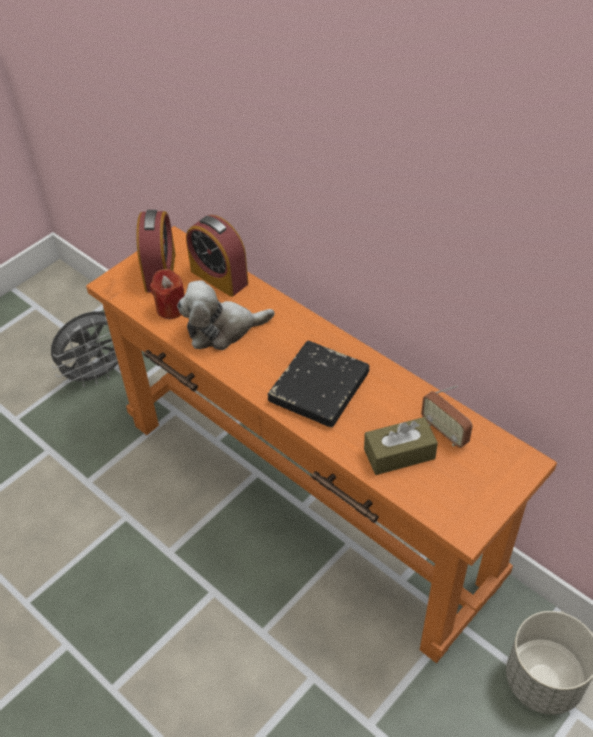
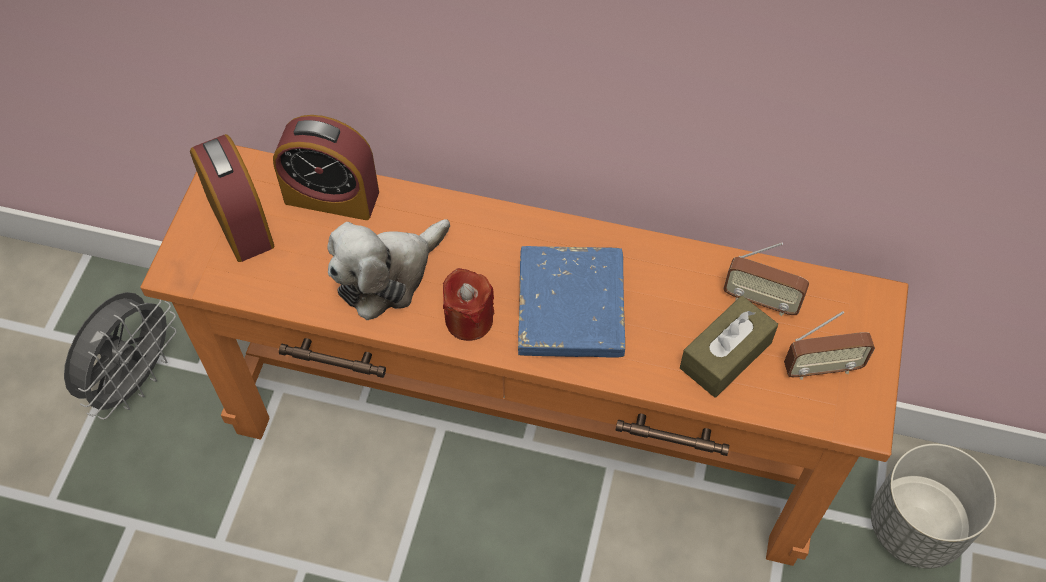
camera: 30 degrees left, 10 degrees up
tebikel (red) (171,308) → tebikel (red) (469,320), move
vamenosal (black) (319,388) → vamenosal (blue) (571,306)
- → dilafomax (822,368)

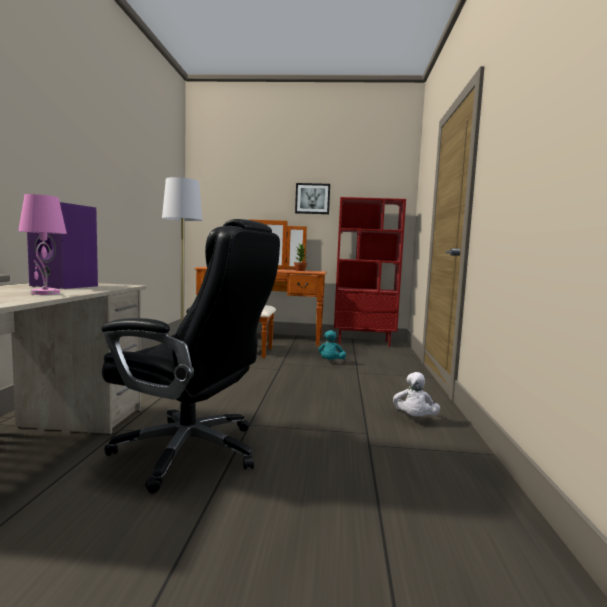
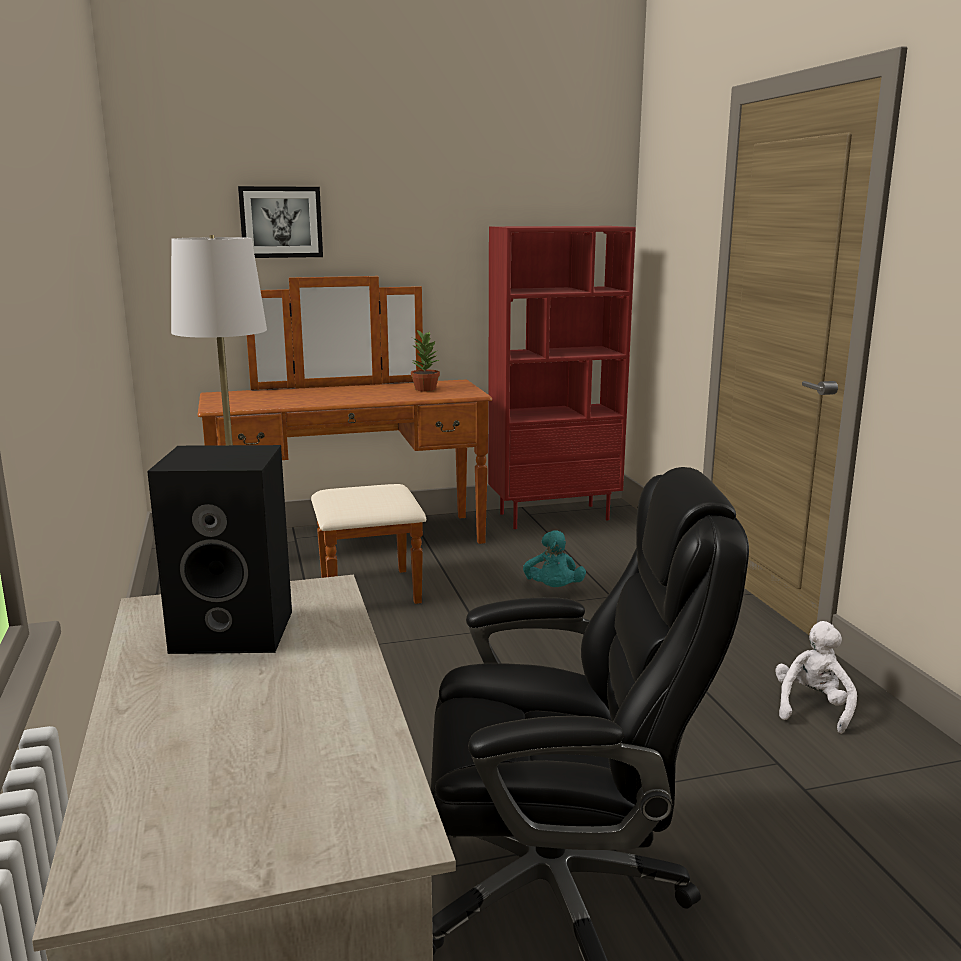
camera: 20 degrees left, 10 degrees up
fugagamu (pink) (45,293) → -
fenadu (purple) (66,286) → fenadu (black) (236,630)
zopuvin (312,198) → zopuvin (281,222), move
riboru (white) (414,419) → riboru (white) (812,708), 150 degrees counterclockwise

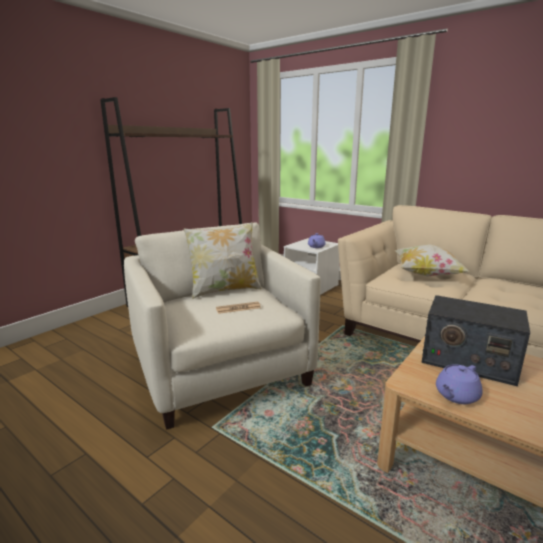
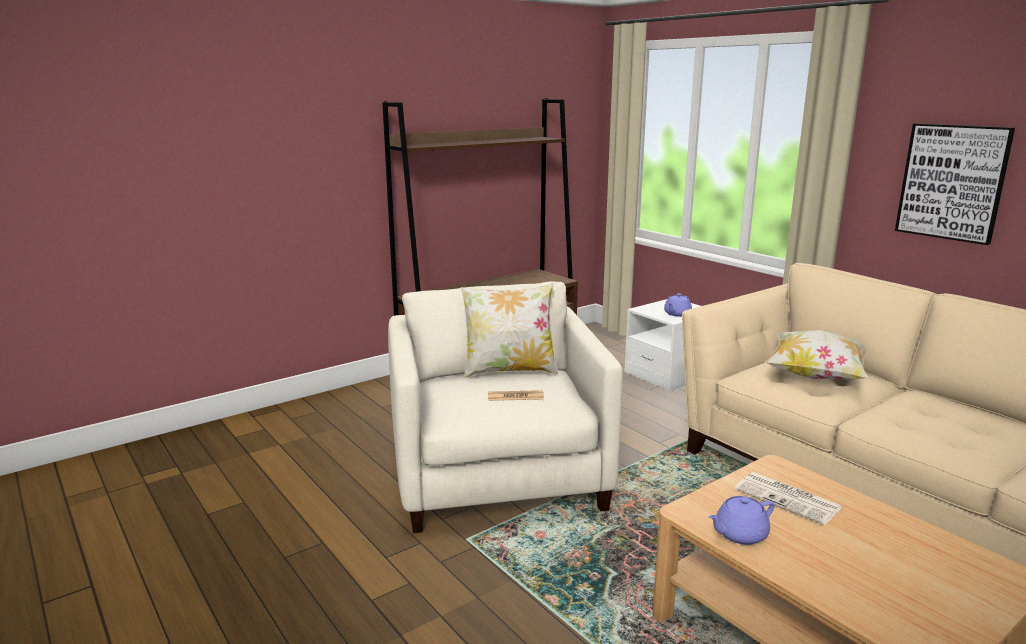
camera: 15 degrees right, 0 degrees up
dilafomax (468,360) → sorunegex (789,499)
- → zopuvin (952,182)

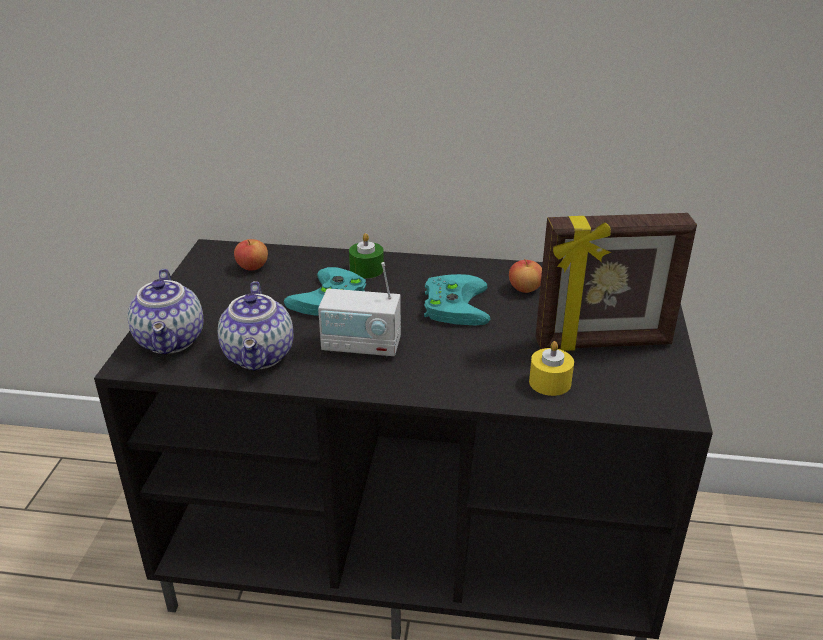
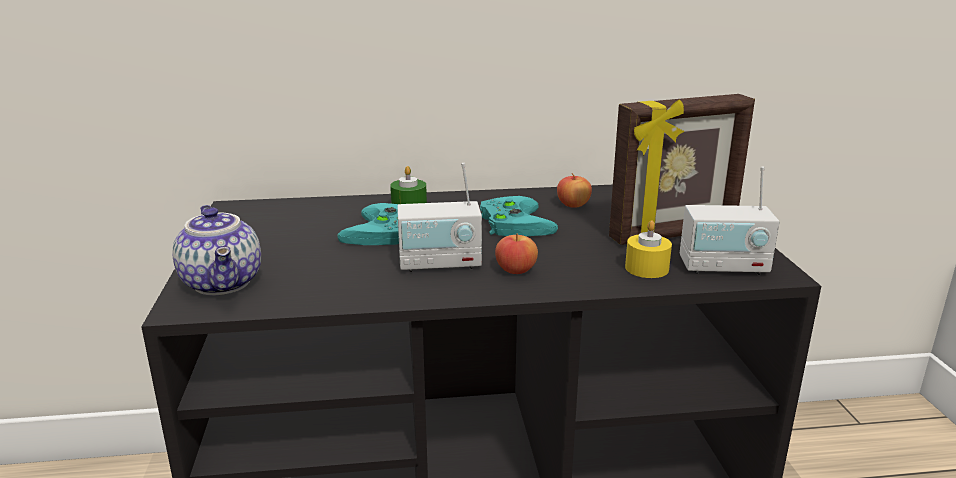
camera: 15 degrees left, 10 degrees down
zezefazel (260,356) → -
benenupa (252,267) → benenupa (516,270), move
- → dilafomax (723,267)

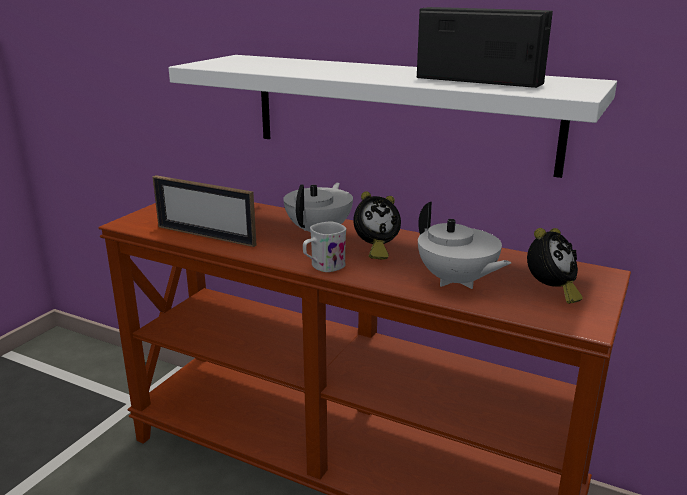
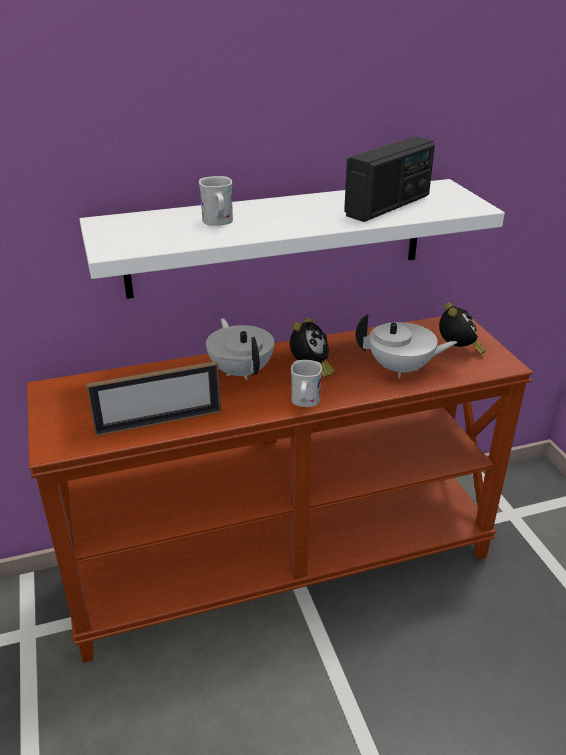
camera: 45 degrees left, 10 degrees up
dilafomax (478,80) → dilafomax (388,206), 150 degrees clockwise
- → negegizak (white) (218,222)

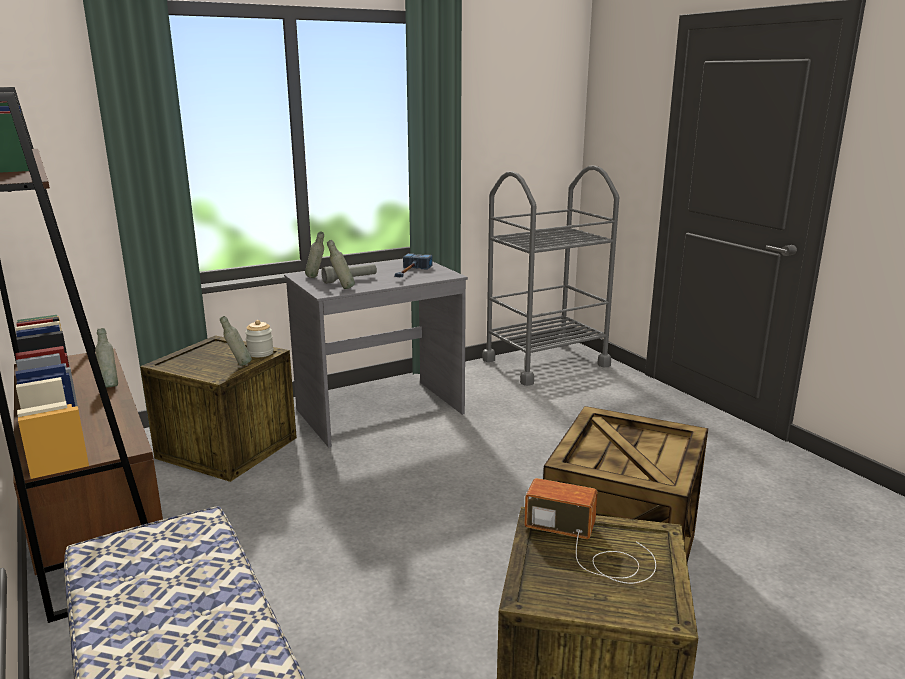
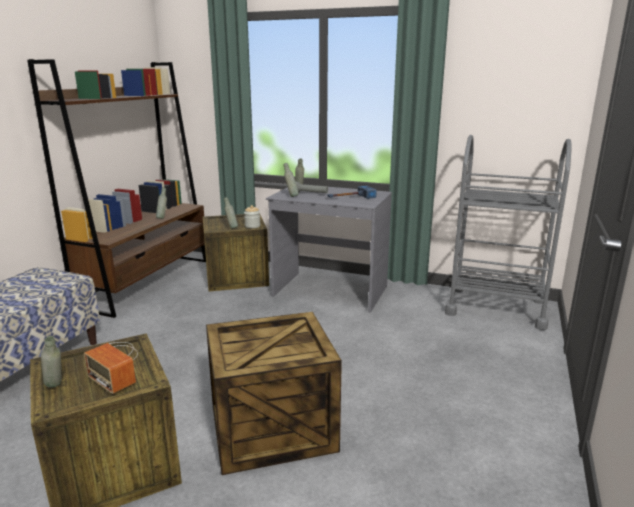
camera: 50 degrees right, 0 degrees up
dilafomax (590,546) → dilafomax (115,364), 150 degrees clockwise
- → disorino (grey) (56,388)

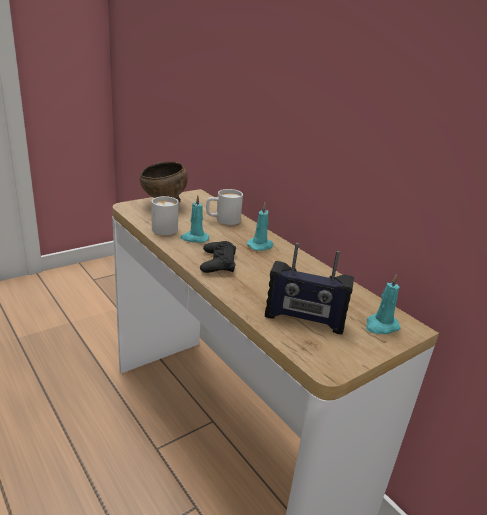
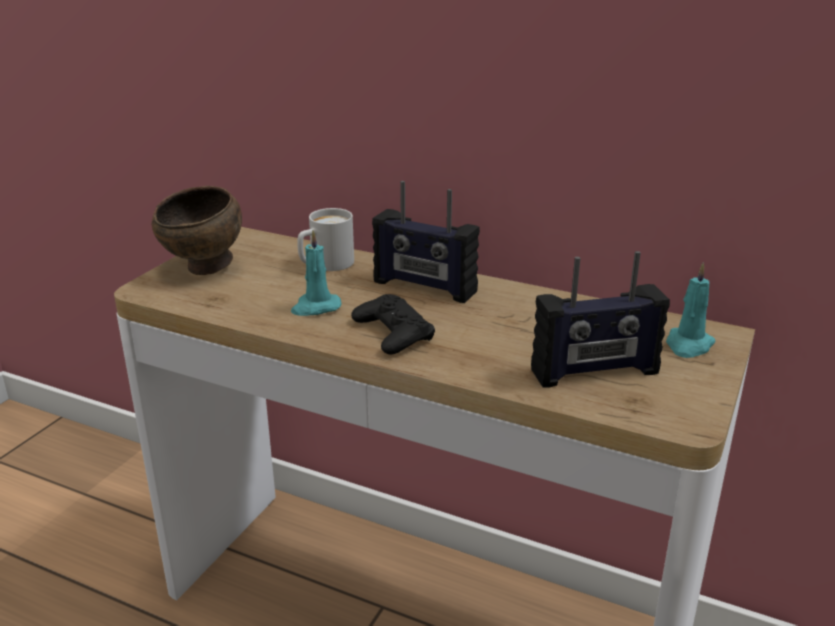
camera: 25 degrees left, 0 degrees up
negegizak (white) (162,227) → -
tebikel (turquoise) (260,246) → dilafomax (424,287)

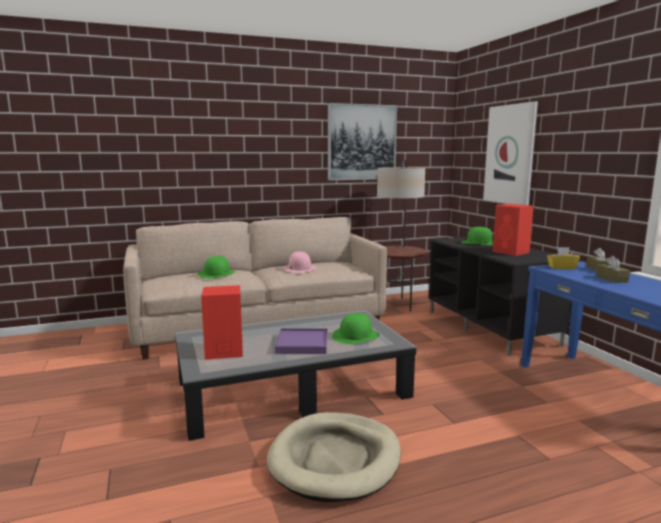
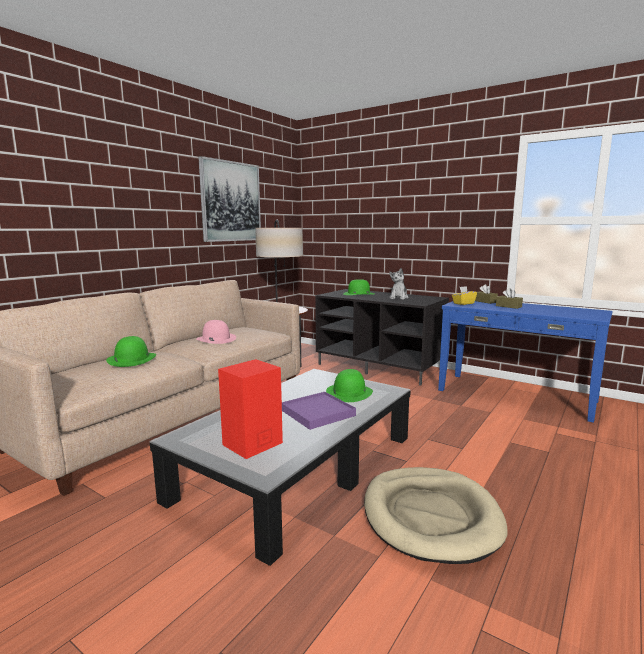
camera: 35 degrees left, 0 degrees up
zopuvin (510,154) → -
fenadu (red) (511,252) → riboru (398,298)

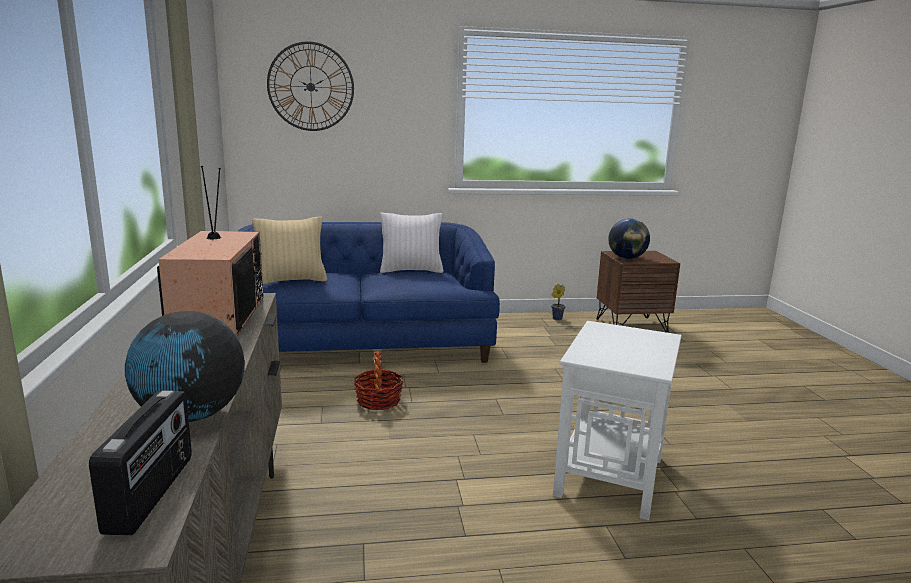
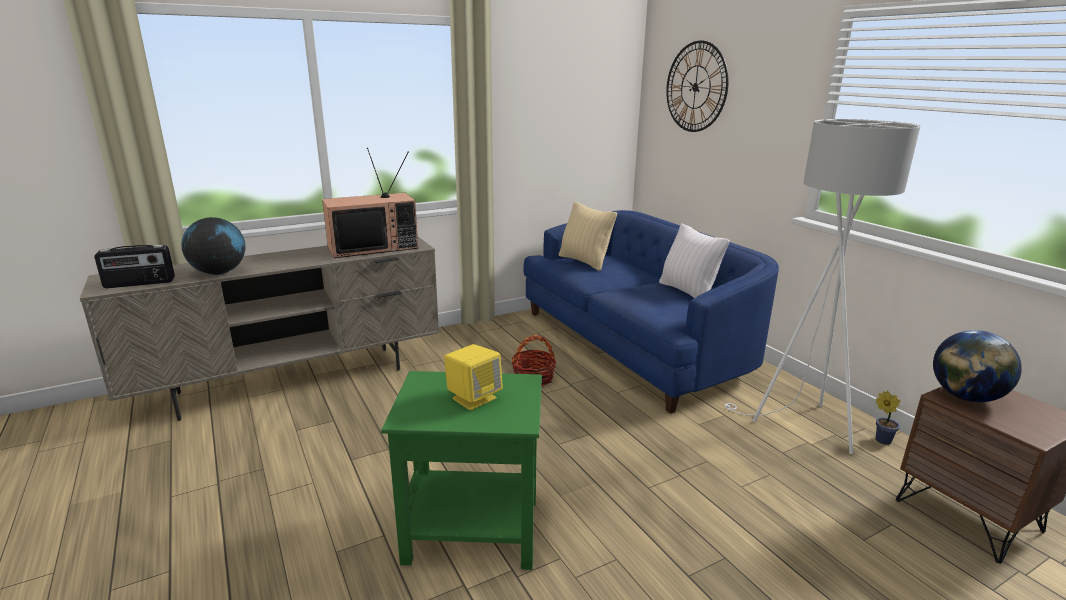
camera: 70 degrees right, 5 degrees up
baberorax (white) (609,477) → baberorax (green) (470,530)
- → fenadu (yellow) (474,398)
- → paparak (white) (799,426)

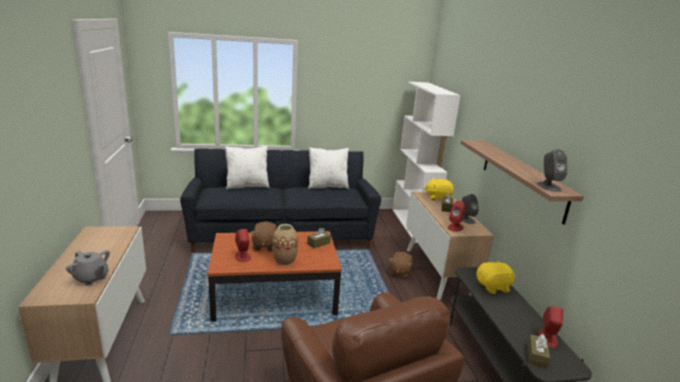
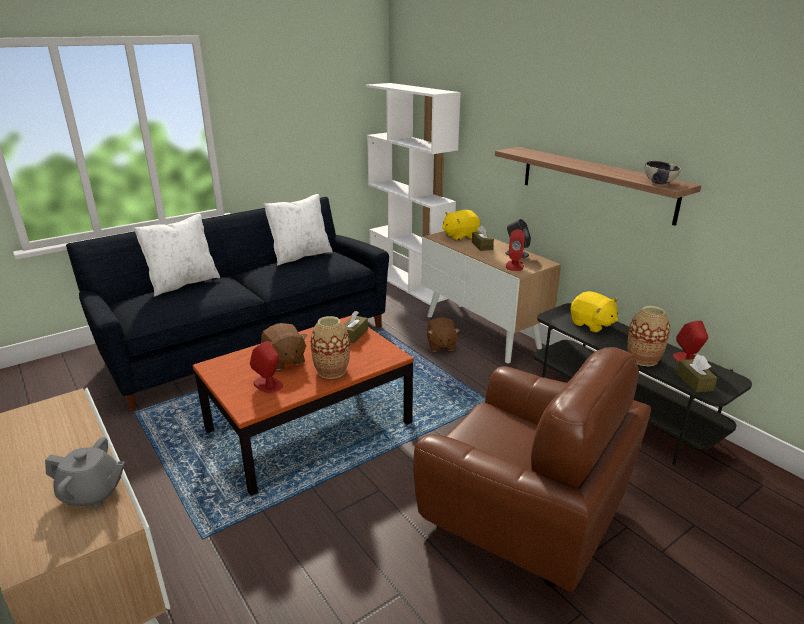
camera: 25 degrees left, 5 degrees up
riboru (yellow) (493,287) → riboru (yellow) (591,324), 90 degrees clockwise
fenadu (grey) (548,186) → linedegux (659,182)
- → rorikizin (643,359)

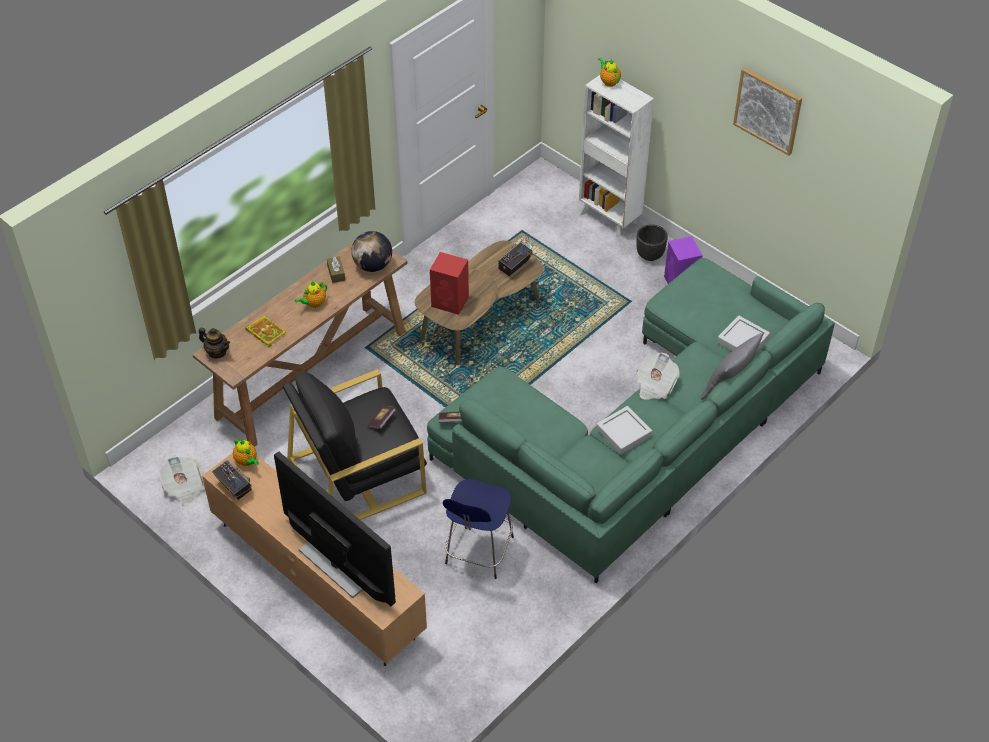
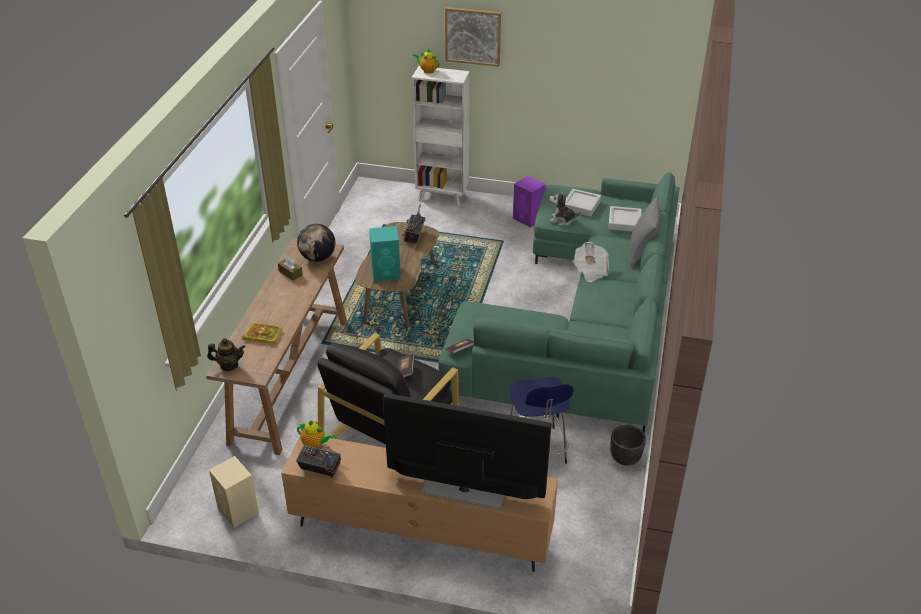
camera: 30 degrees left, 10 degrees down
sorunegex (184,487) → fenadu (beige) (238,511)
zezefazel (314,304) → -
fenadu (red) (451,302) → fenadu (turquoise) (387,273)
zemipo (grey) (623,433) → zemipo (grey) (581,205), move
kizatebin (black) (650,255) → kizatebin (black) (625,458), move
zopuvin (768,110) → zopuvin (473,36), move
- → riboru (562,220)

